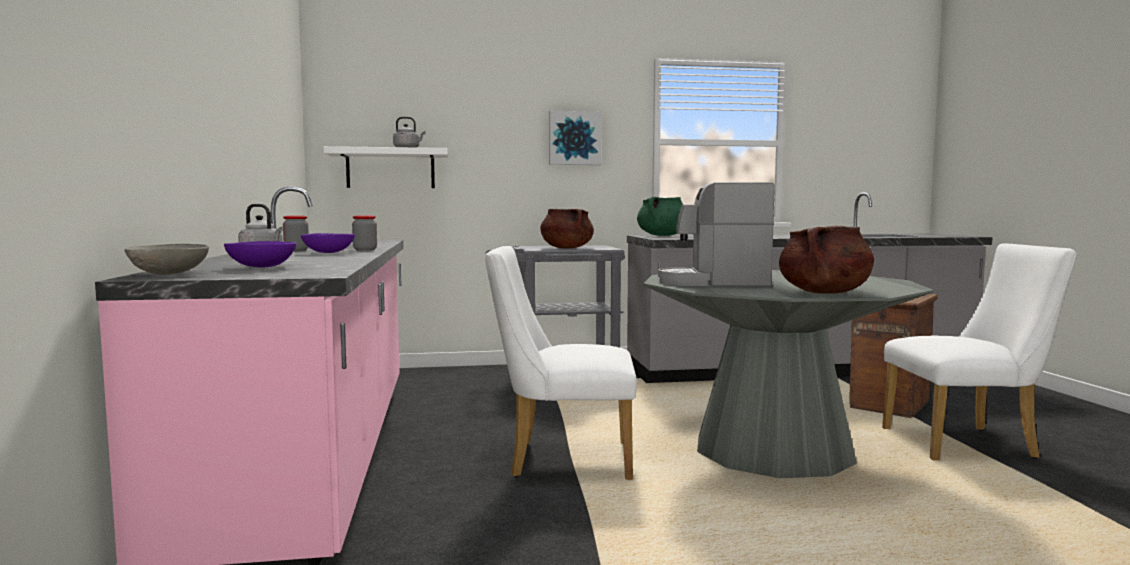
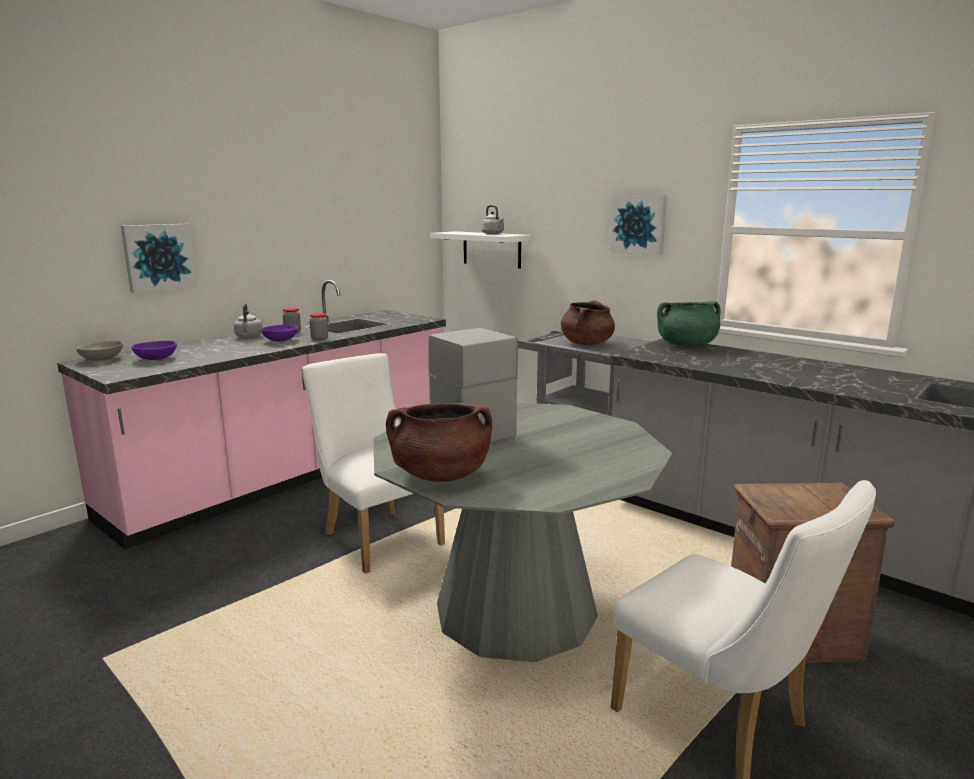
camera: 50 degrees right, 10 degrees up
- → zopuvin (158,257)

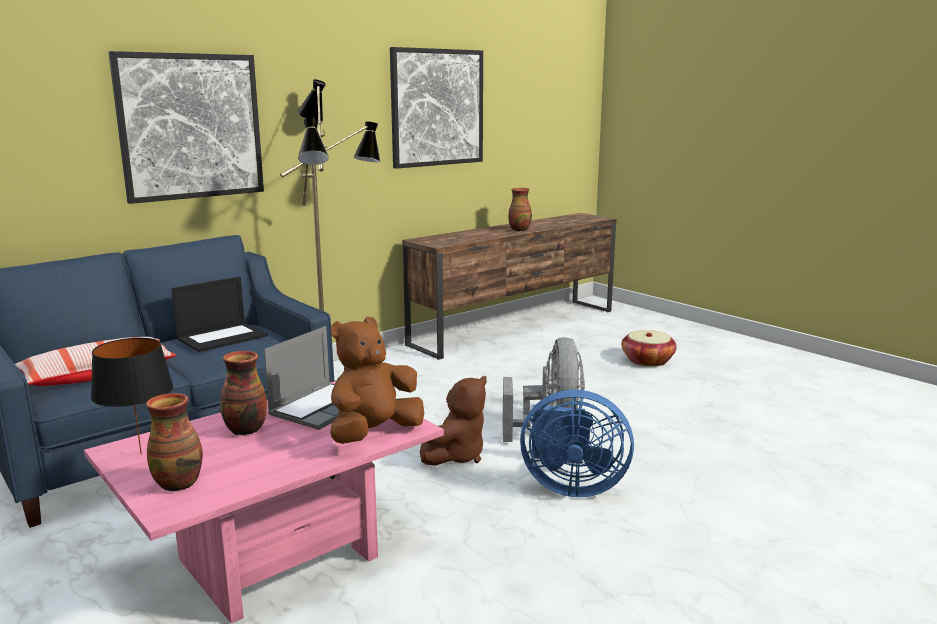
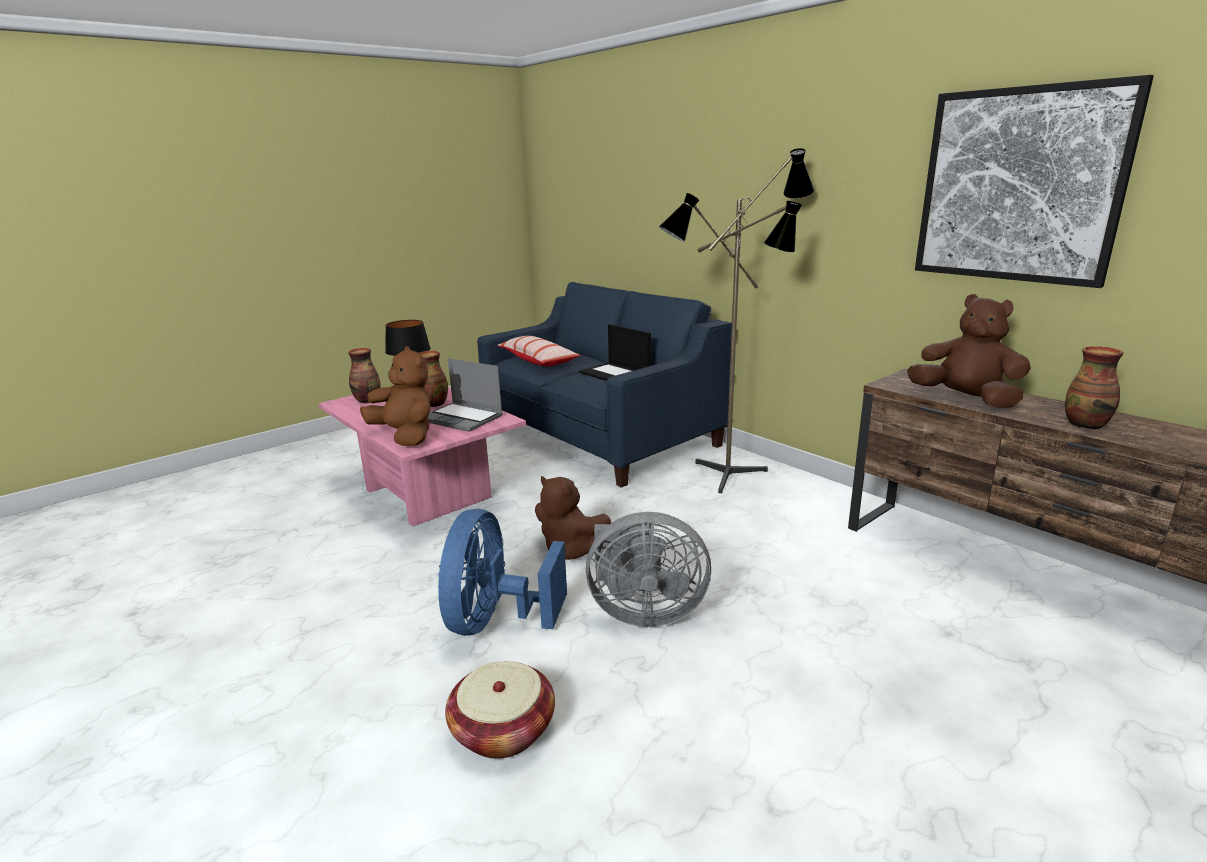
camera: 90 degrees right, 5 degrees up
zopuvin (191,126) → -
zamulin (647,361) → zamulin (503,730), move
- → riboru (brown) (965,399)

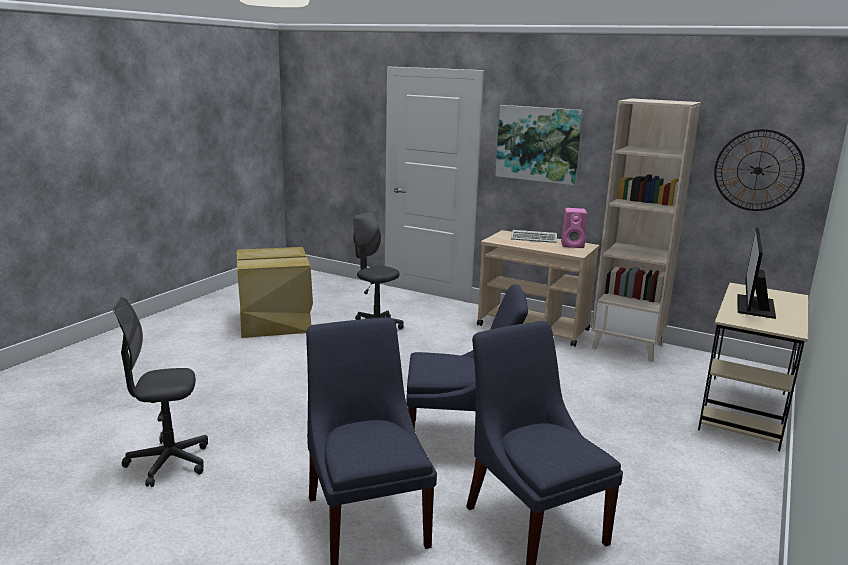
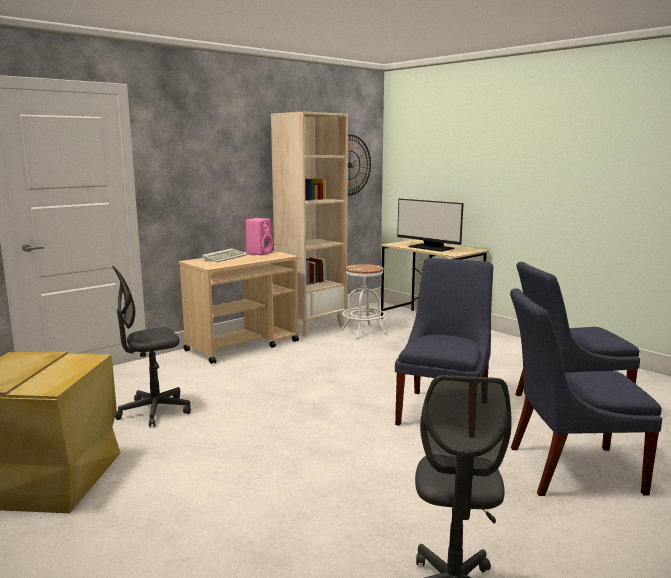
camera: 70 degrees left, 5 degrees down
zopuvin (538,144) → -
- → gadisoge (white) (363,332)

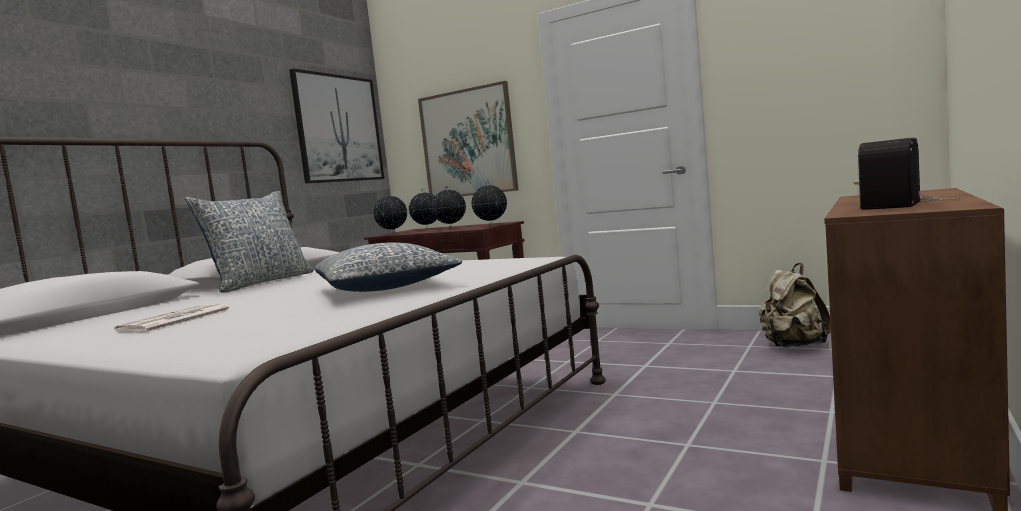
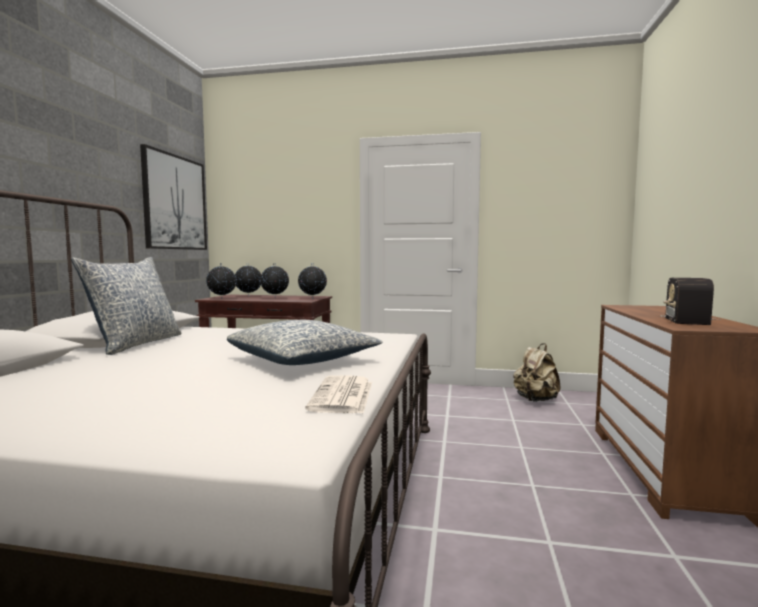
camera: 20 degrees left, 0 degrees up
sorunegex (176,321) → sorunegex (343,396), move
zopuvin (468,143) → -

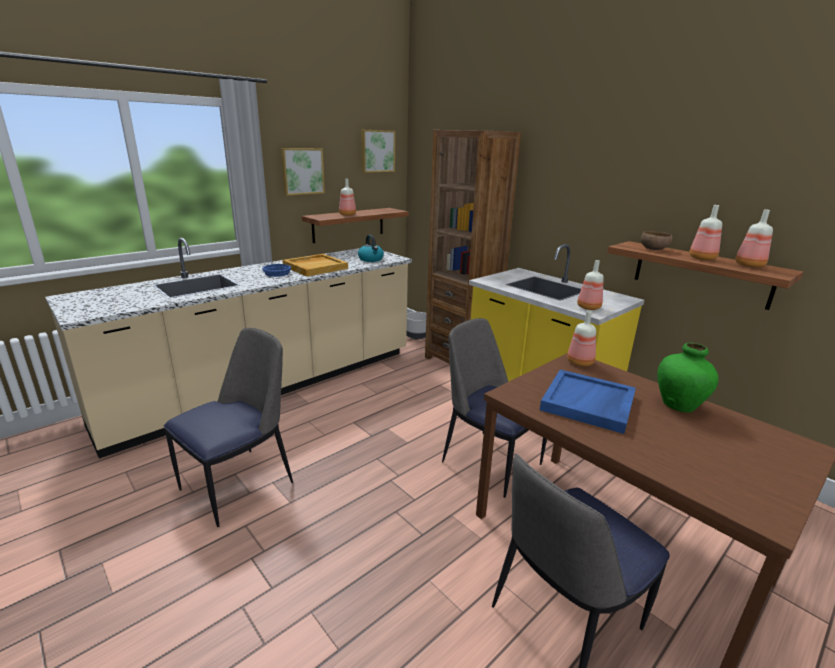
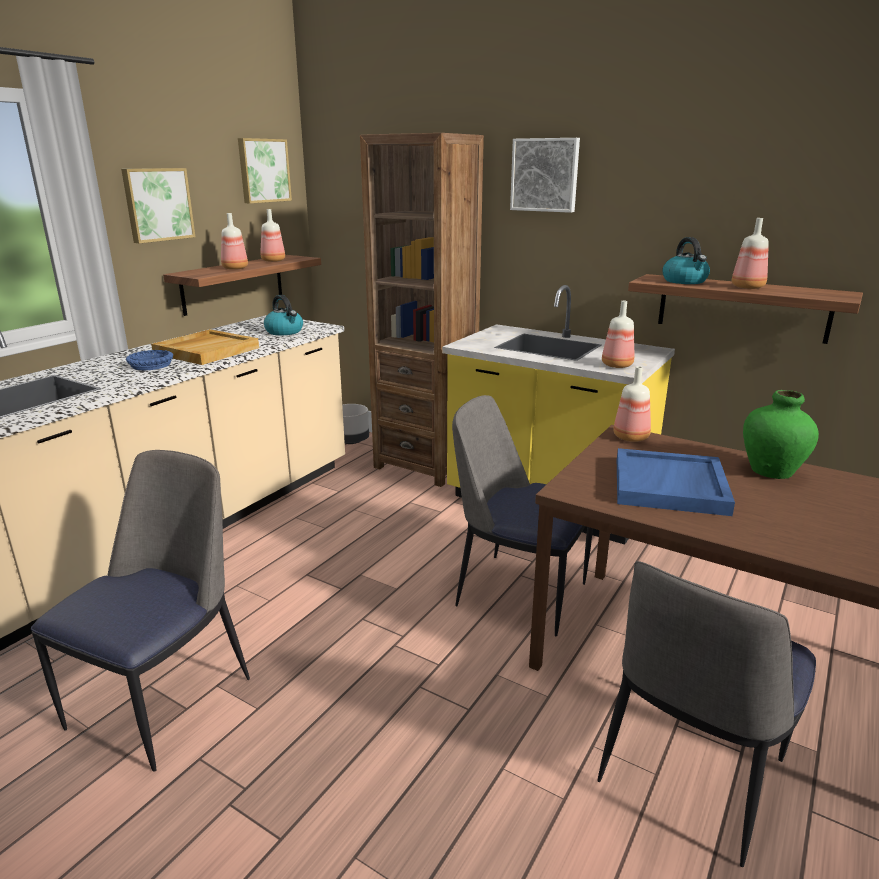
camera: 15 degrees left, 0 degrees up
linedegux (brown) (654,249) → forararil (685,281)
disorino (748,265) → disorino (272,261), move
- → zopuvin (545,175)

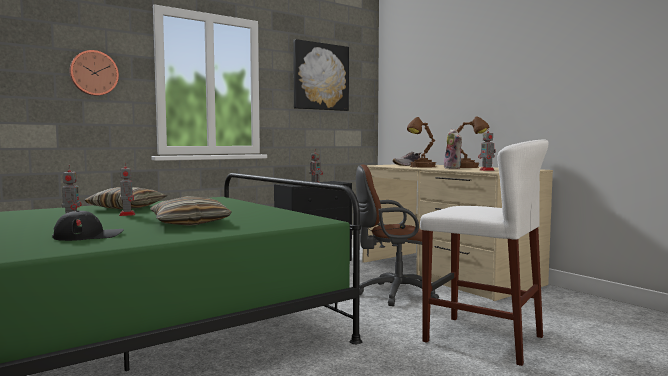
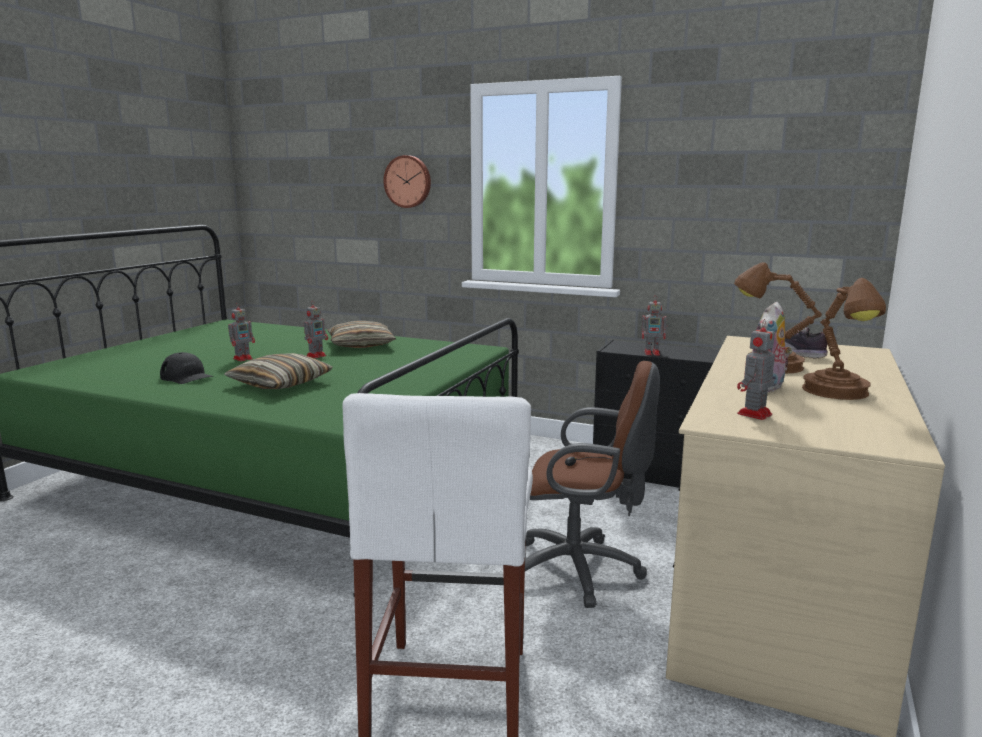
camera: 60 degrees right, 10 degrees up
zopuvin (320,77) → -
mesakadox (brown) (392,294) → mesakadox (brown) (582,571), 135 degrees clockwise

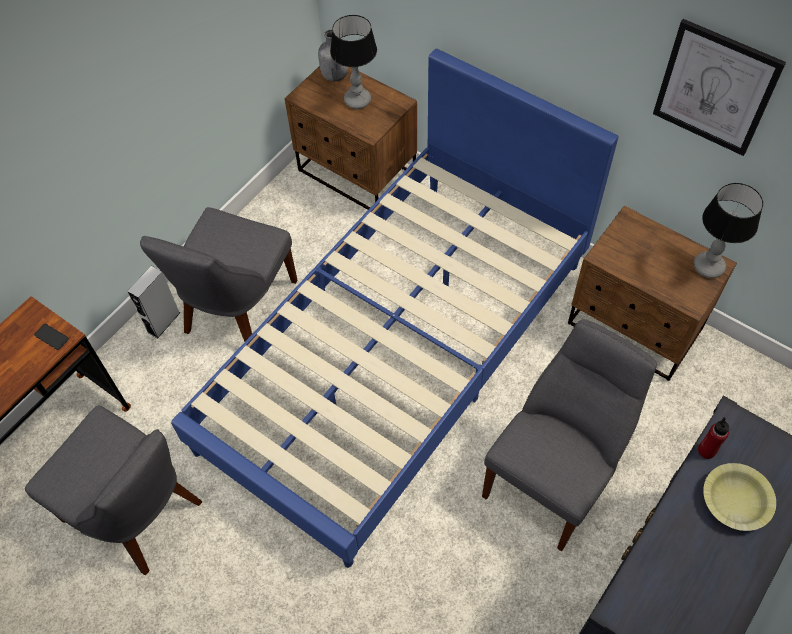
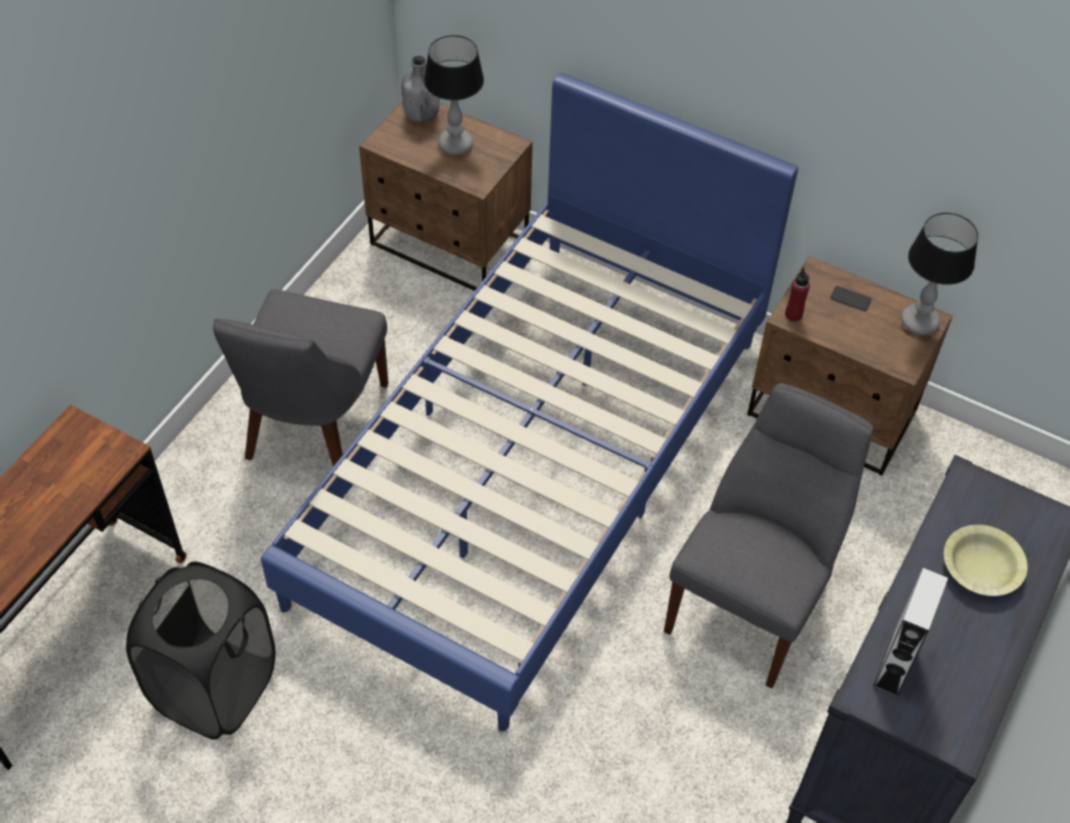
camera: 10 degrees left, 5 degrees down
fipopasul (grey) (137,513) → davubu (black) (215,689)
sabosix (51,337) → sabosix (850,299), move
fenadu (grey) (163,322) → fenadu (grey) (895,665), move
zopuvin (715,88) → -
disorino (red) (706,450) → disorino (red) (793,314), move

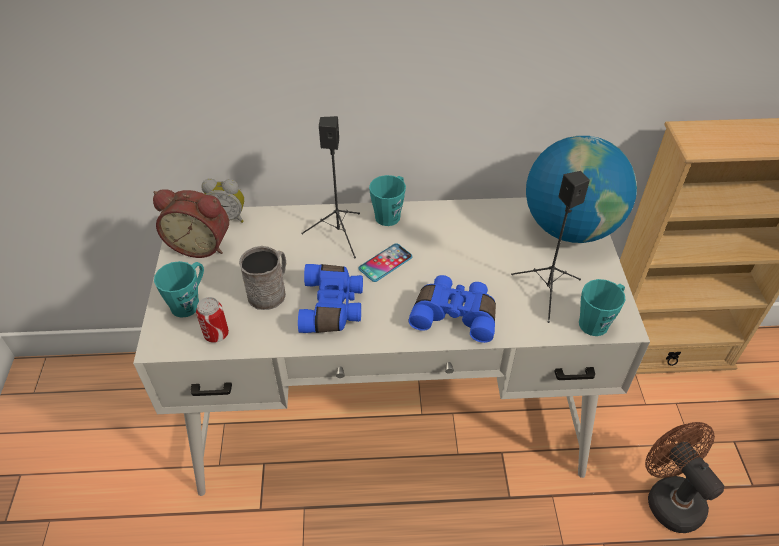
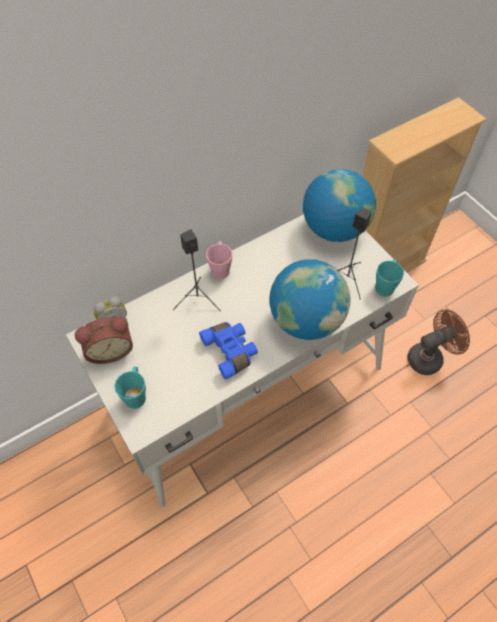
camera: 30 degrees left, 10 degrees up
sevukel (216,334) → -
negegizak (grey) (270,291) → -
sabosix (385,263) → -
negegizak (turquoise) (390,214) → negegizak (pink) (220,268)
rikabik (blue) (455,314) → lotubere (306,320)
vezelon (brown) (668,498) → vezelon (brown) (429,357), 120 degrees clockwise

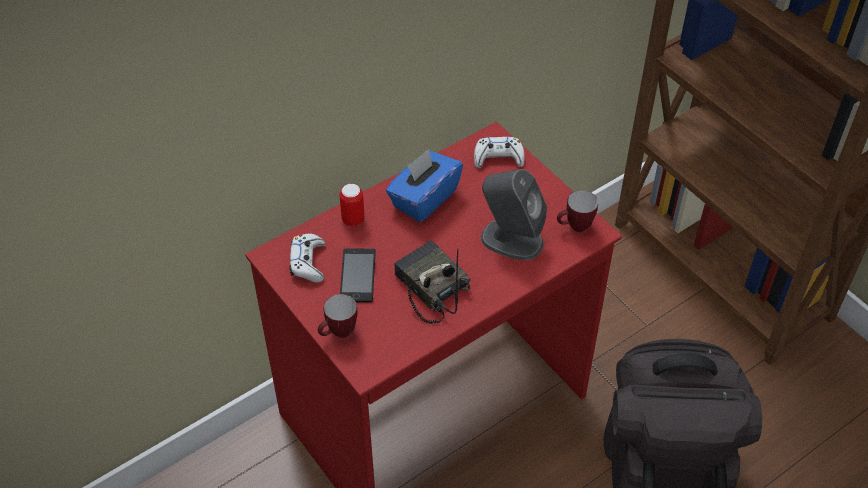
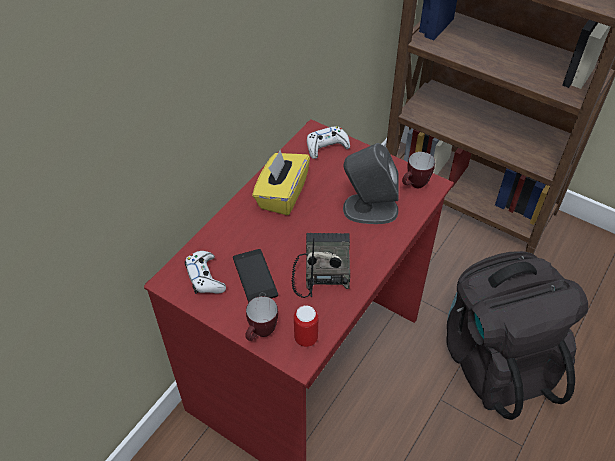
camera: 20 degrees left, 0 degrees up
sevukel (353,220) → sevukel (306,338), move
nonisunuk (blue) (424,199) → nonisunuk (yellow) (282,195)
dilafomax (429,287) → dilafomax (321,268), 60 degrees clockwise

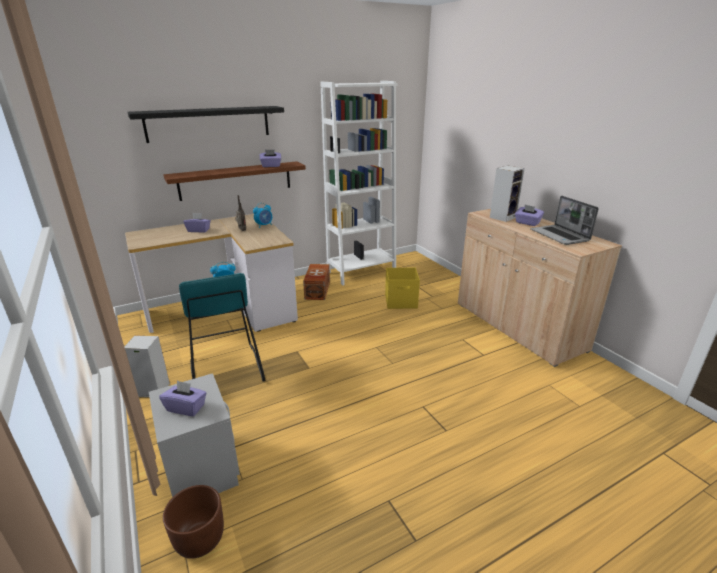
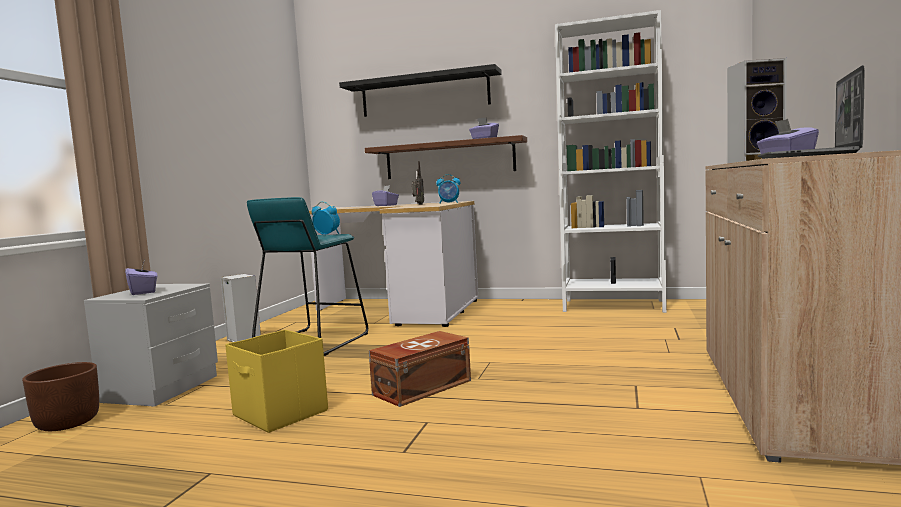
camera: 45 degrees right, 20 degrees down
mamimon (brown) (317,290) → mamimon (brown) (420,388), move
mamimon (yellow) (401,302) → mamimon (yellow) (280,413), move

